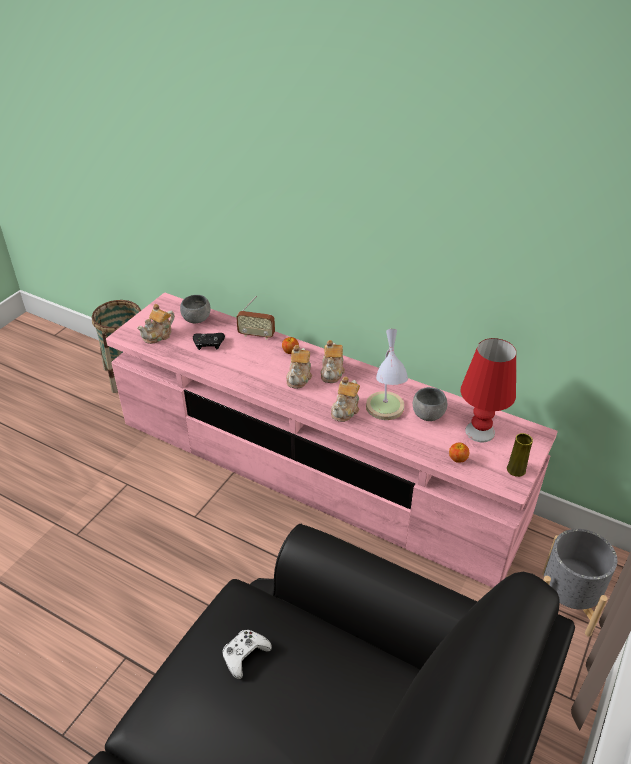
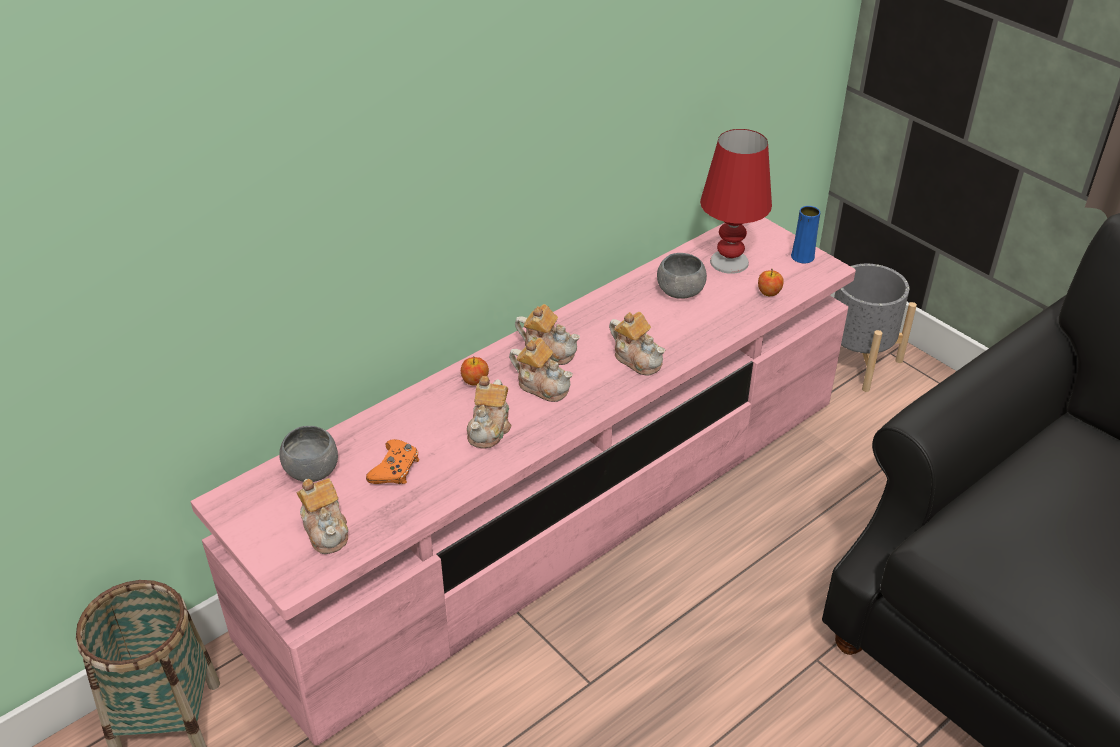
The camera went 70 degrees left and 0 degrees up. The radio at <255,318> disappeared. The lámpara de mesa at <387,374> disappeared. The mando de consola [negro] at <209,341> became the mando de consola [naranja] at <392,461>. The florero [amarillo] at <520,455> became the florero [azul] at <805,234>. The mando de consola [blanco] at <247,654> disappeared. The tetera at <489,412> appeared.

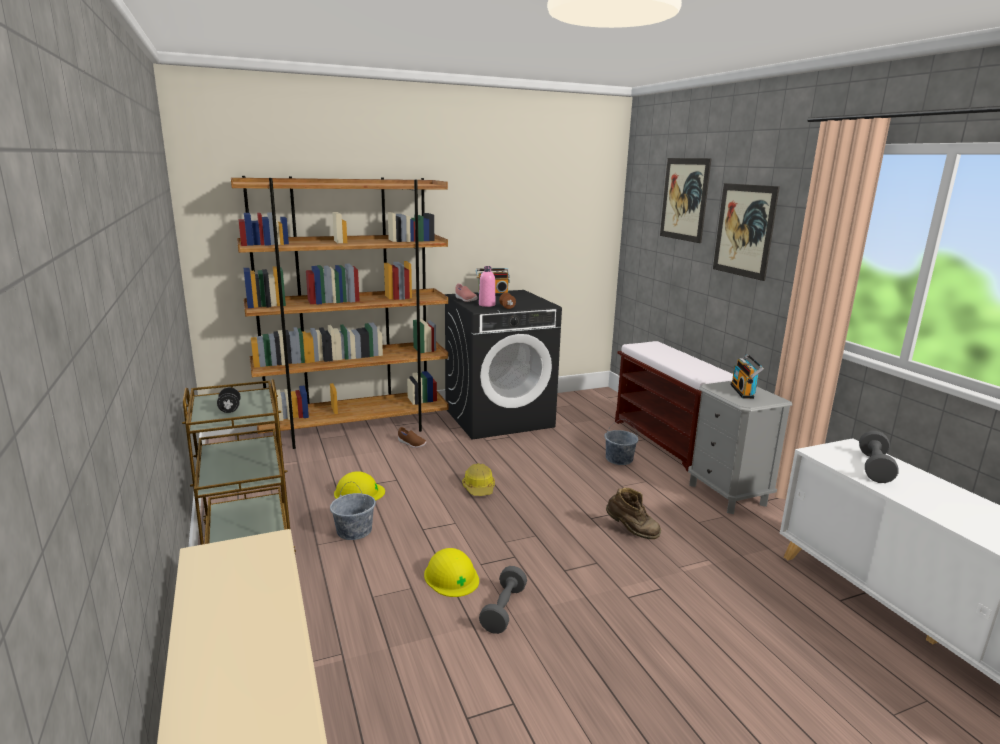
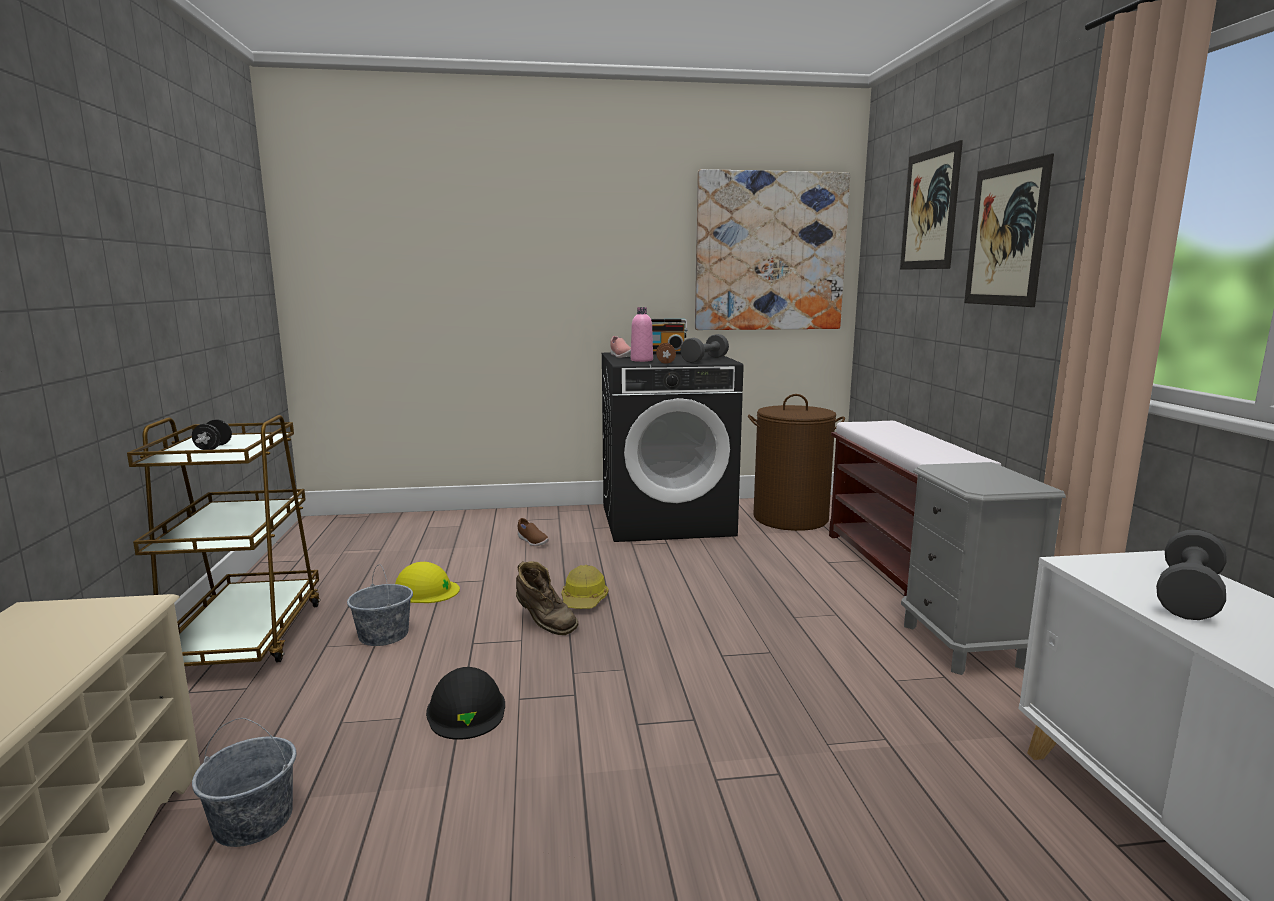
The camera went 15 degrees right and 5 degrees down. The estantería [marrón] at <339,312> disappeared. The radio at <747,376> disappeared. The cubo [gris] moved from <621,442> to <244,782>. The bota [marrón] moved from <633,513> to <547,598>. The casco [amarillo] at <451,572> became the casco [negro] at <465,703>. The mancuerna [gris] moved from <503,600> to <704,348>. The cuadro at <772,249> appeared. The cesto de la ropa [marrón] at <796,462> appeared.

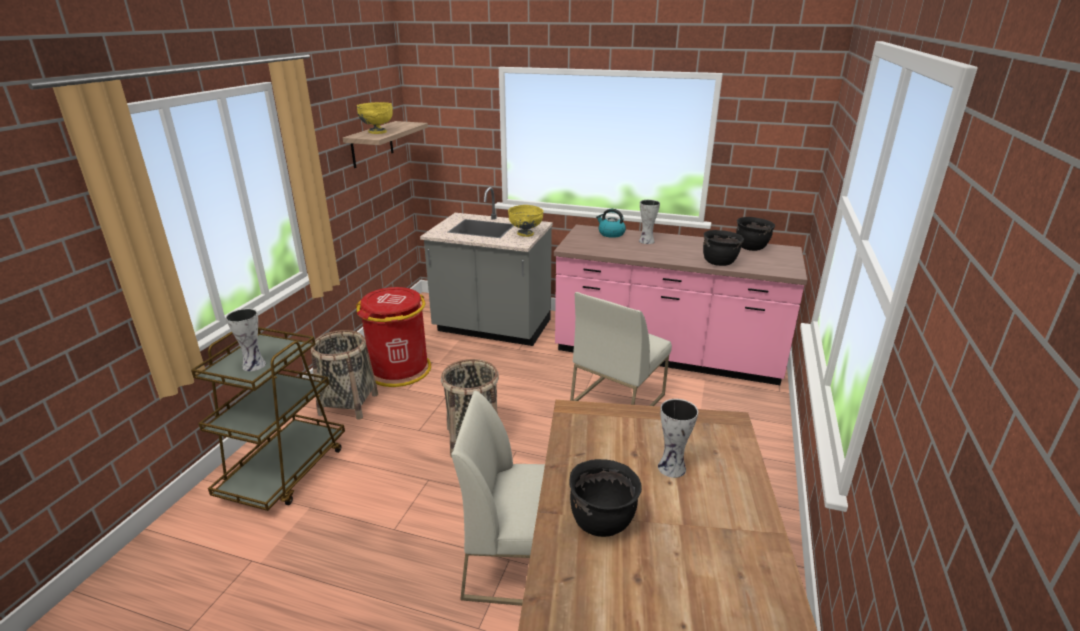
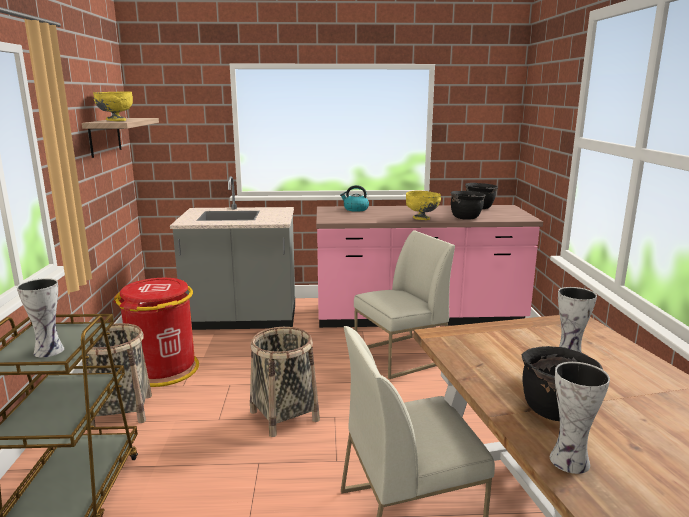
The camera went 20 degrees left and 10 degrees down. The florero moved from <649,222> to <580,418>. The cuenco [amarillo] moved from <525,221> to <423,205>. The silla [blanco] at <621,349> turned 135 degrees counterclockwise.

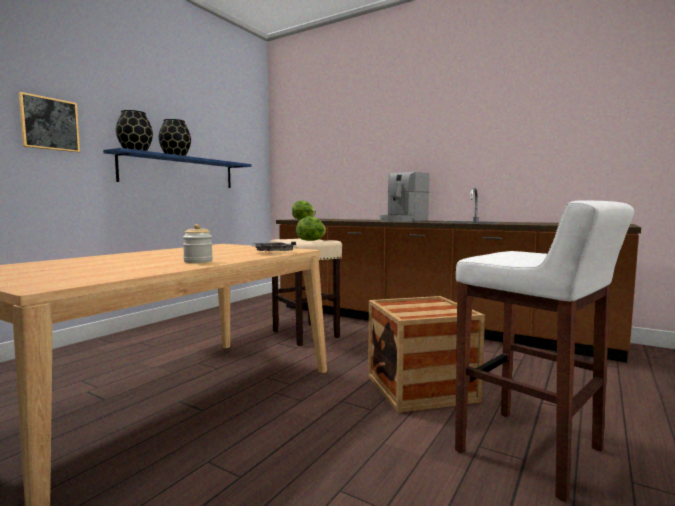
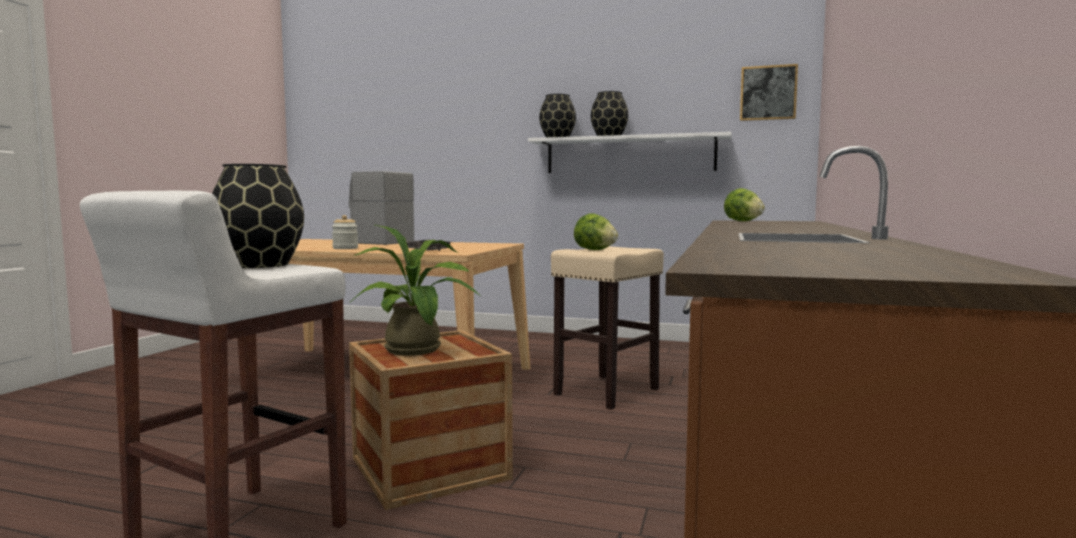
The camera went 75 degrees right and 0 degrees up. The cuadro moved from <49,122> to <769,92>. The estante [azul] at <177,168> became the estante [blanco] at <630,152>. The cafetera moved from <404,197> to <381,208>. The florero [negro] at <258,216> appeared. The planta en maceta at <414,290> appeared.

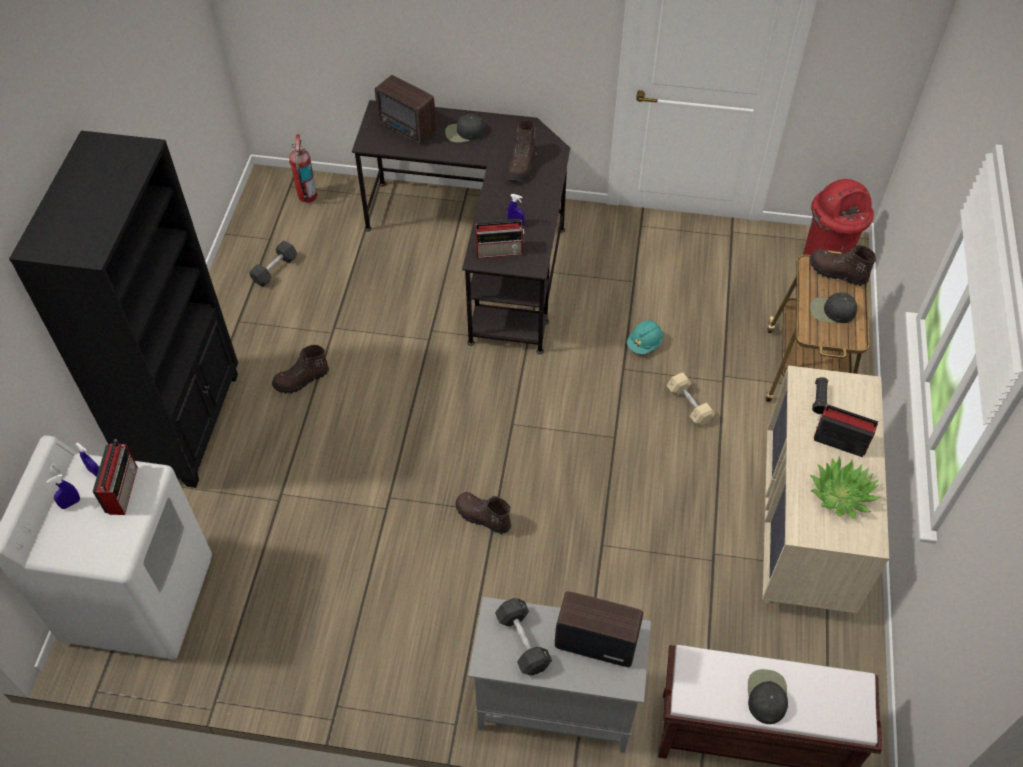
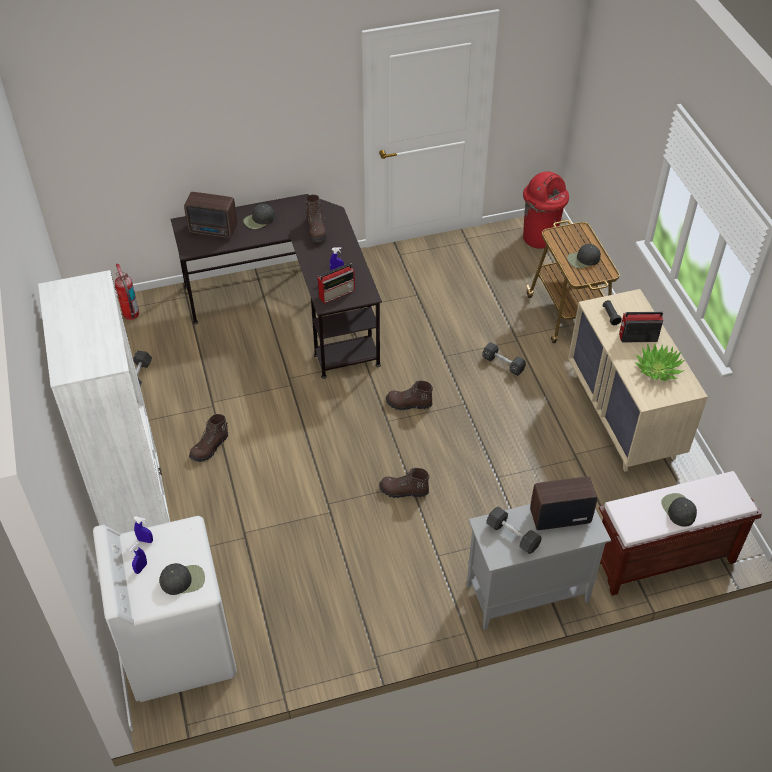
The camera went 25 degrees left and 5 degrees down. The estantería [negro] at <123,309> became the estantería [blanco] at <104,402>. The bota [marrón] moved from <843,265> to <409,395>. The casco [turquesa] at <645,337> disappeared. The mancuerna [beis] at <690,399> became the mancuerna [negro] at <504,359>. The radio at <115,477> disappeared. The gorra [negro] at <182,579> appeared.

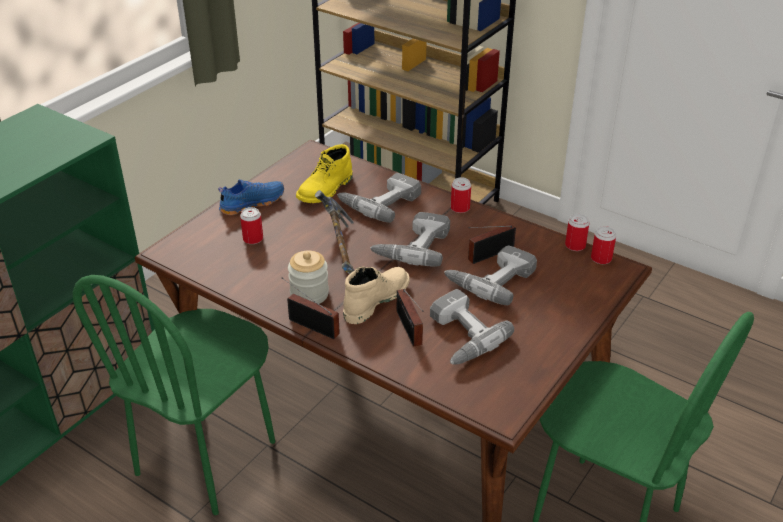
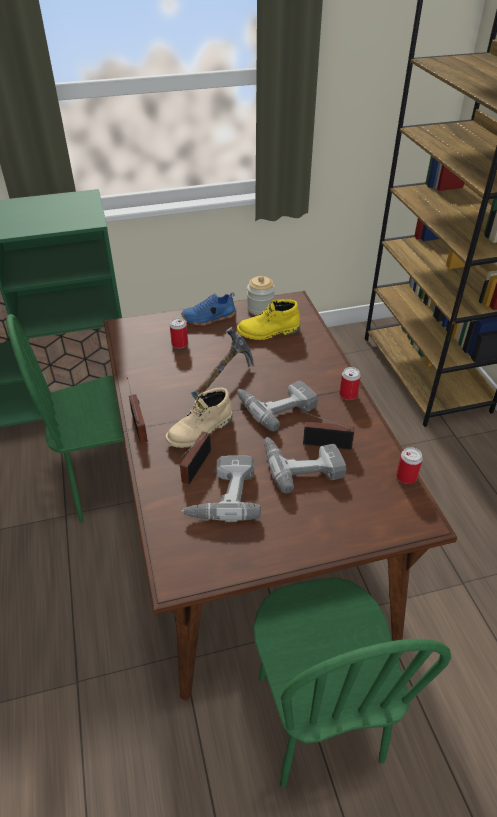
The camera went 40 degrees right and 5 degrees up. The taladro at <379,198> disappeared. The zapato [azul] at <251,197> turned 150 degrees clockwise. The lata at <603,245> disappeared. The tarro moved from <308,277> to <261,296>. The bota [beis] at <376,295> turned 150 degrees clockwise.

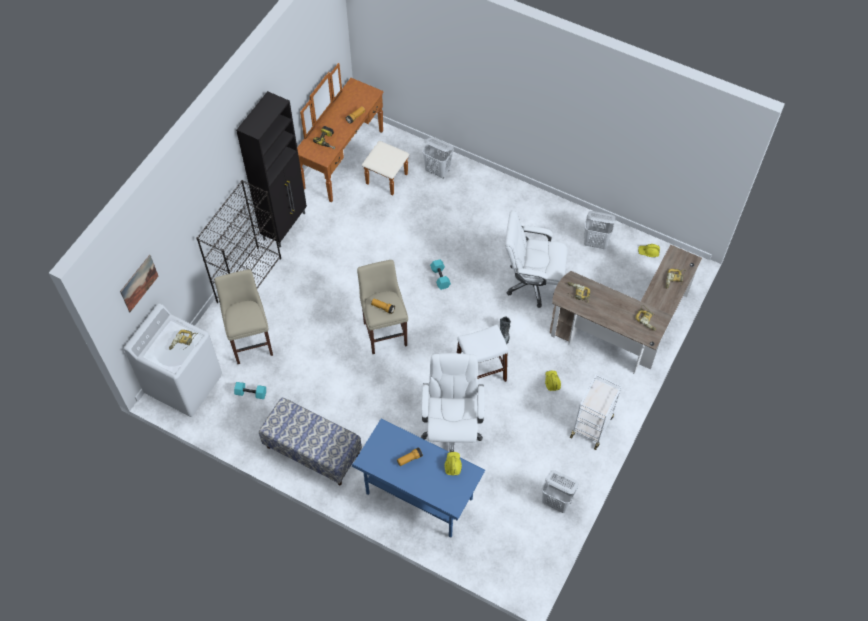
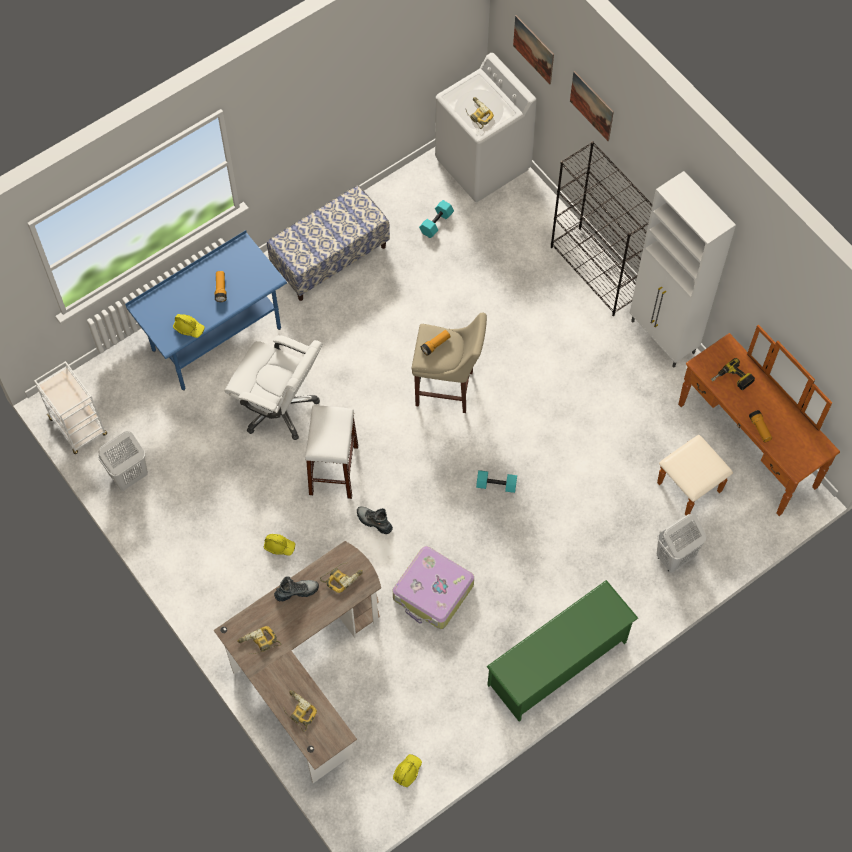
The camera went 115 degrees right and 5 degrees up. The armario [negro] at <271,169> became the armario [blanco] at <683,269>. The silla de oficina [blanco] at <536,259> was replaced by the maleta at <433,587>. The cesto de la ropa [blanco] at <599,230> disappeared. The taburete [beis] at <244,316> disappeared. The carrito [blanco] moved from <596,412> to <70,407>. The cuadro at <592,106> appeared. The bota at <296,589> appeared. The zapatero [verde] at <562,650> appeared.

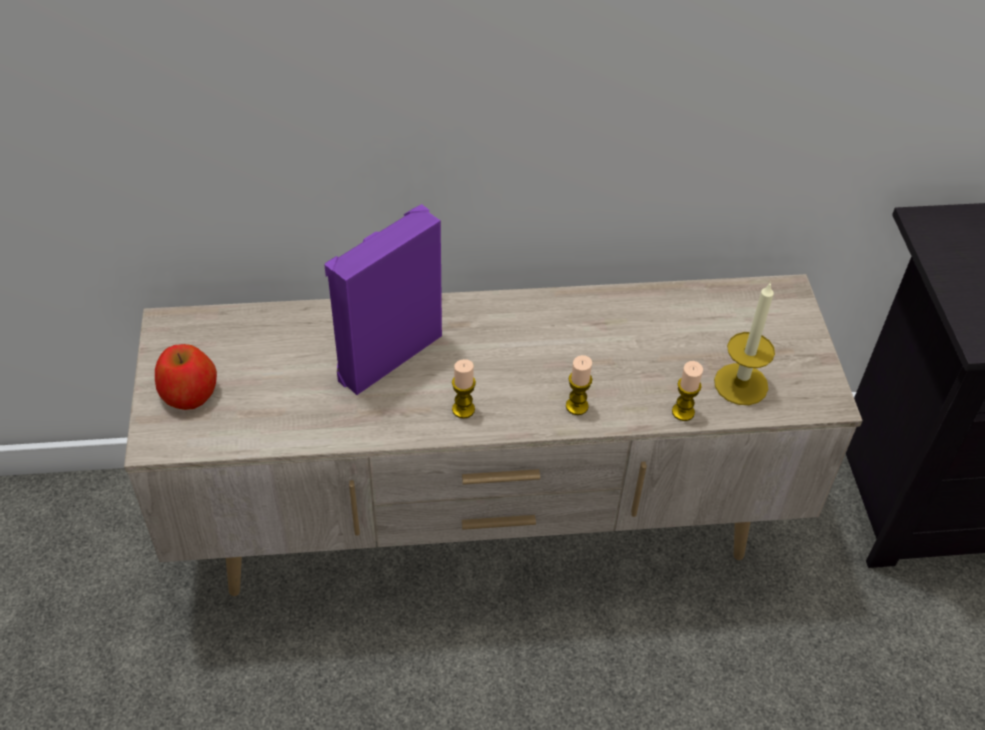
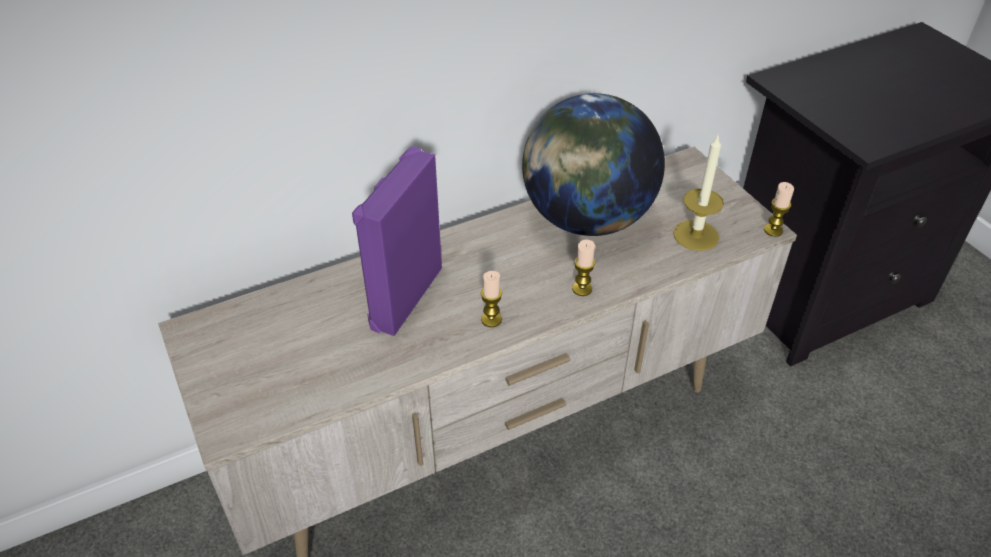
The camera went 20 degrees left and 5 degrees down. The manzana at <186,377> disappeared. The vela moved from <687,391> to <779,209>. The globo terráqueo at <593,164> appeared.

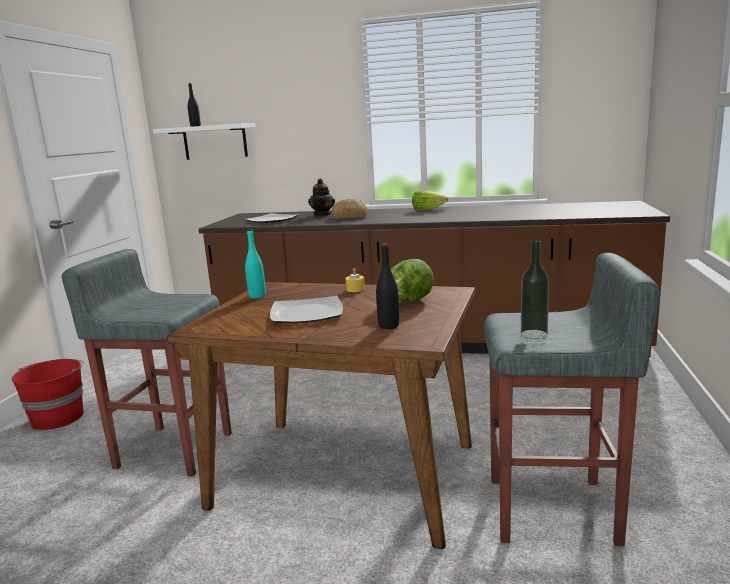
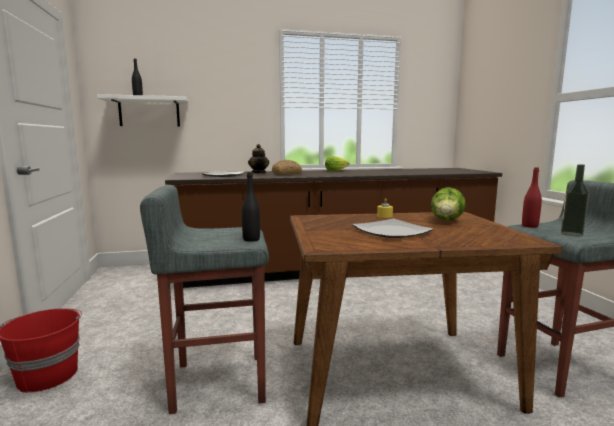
The camera went 25 degrees left and 5 degrees down. The botella [turquesa] at <255,263> disappeared. The botella [negro] moved from <387,286> to <251,207>. The botella [rojo] at <532,197> appeared.

